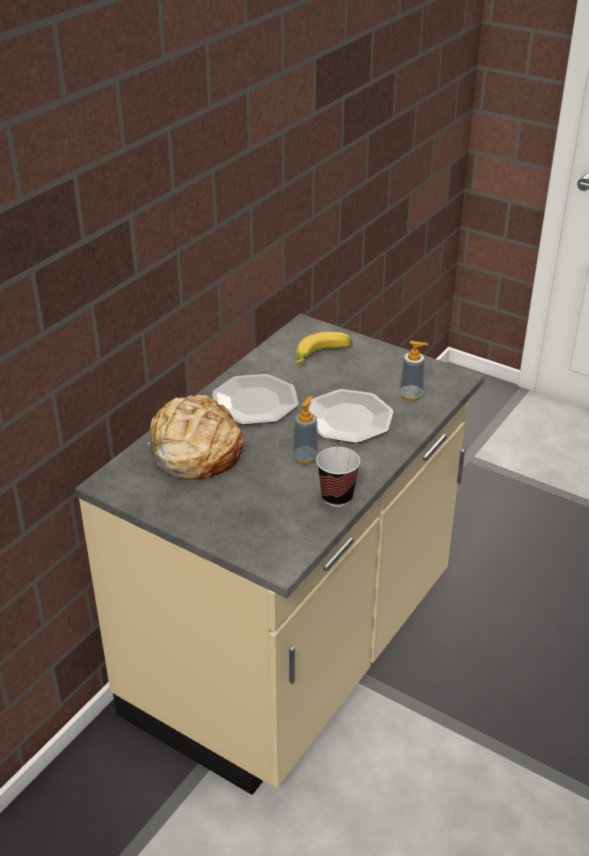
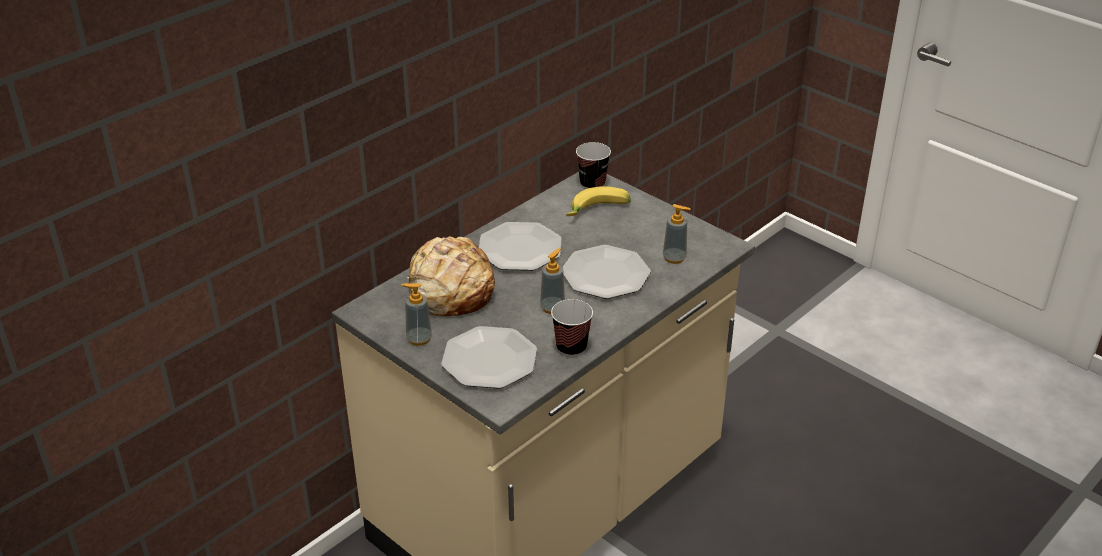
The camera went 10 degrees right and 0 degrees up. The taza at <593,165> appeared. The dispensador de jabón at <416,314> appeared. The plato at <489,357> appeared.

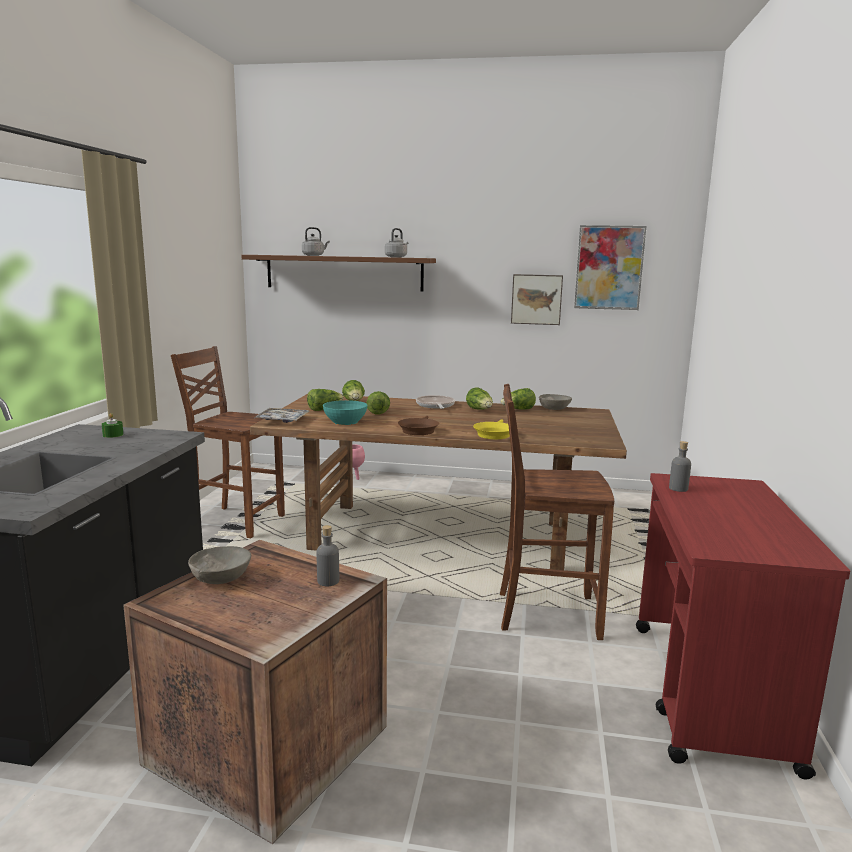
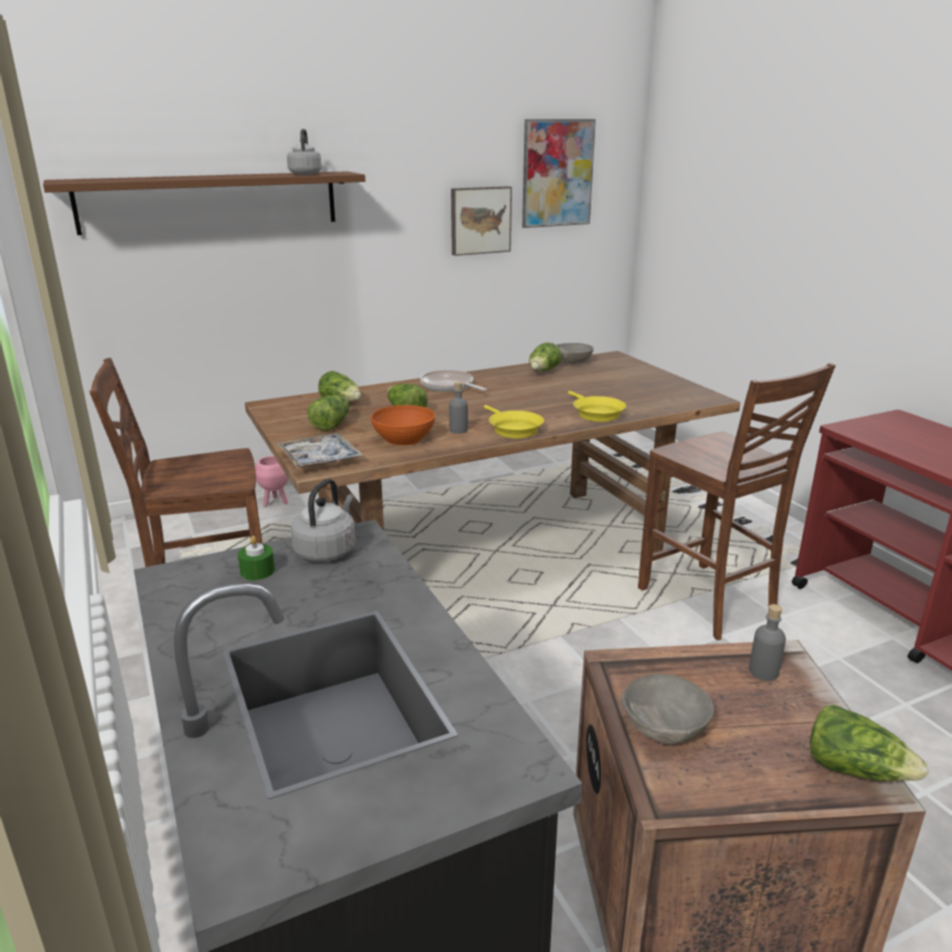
The camera went 35 degrees left and 10 degrees up. The hervidor [gris] moved from <316,241> to <323,520>. The silla [marrón] at <557,512> turned 90 degrees counterclockwise. The lechuga moved from <479,398> to <869,742>. The cuenco [turquesa] at <345,412> became the cuenco [naranja] at <402,425>. The sartén [marrón] at <418,425> became the sartén [amarillo] at <514,421>. The botella [gris] moved from <680,466> to <458,408>.

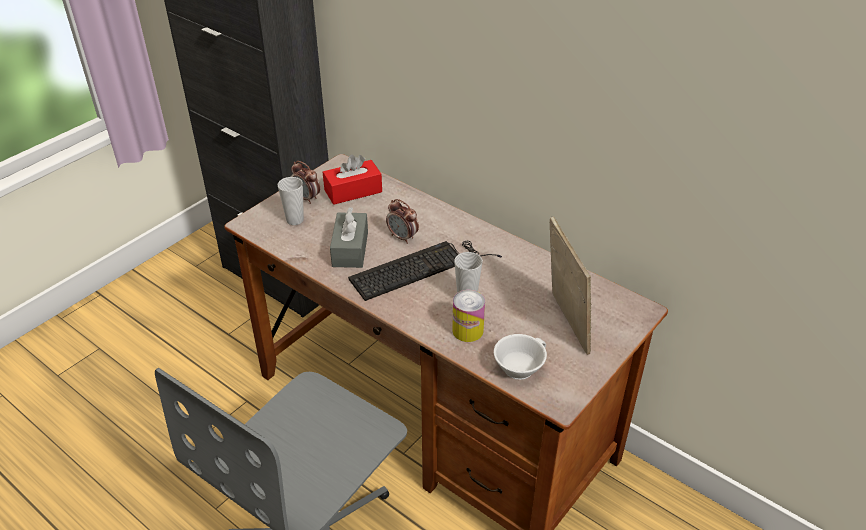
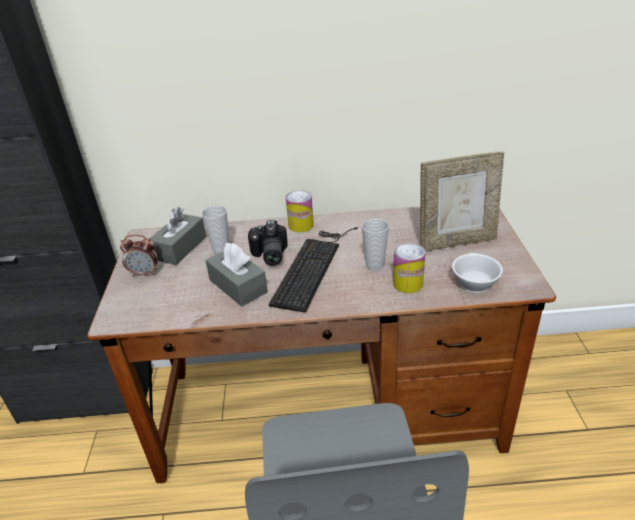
The camera went 40 degrees left and 5 degrees down. The caja de pañuelos [rojo] at <352,179> became the caja de pañuelos [gris] at <178,236>. The taza moved from <291,201> to <215,229>. The despertador at <402,221> was replaced by the cámara at <268,243>. The portarretratos at <571,285> turned 135 degrees clockwise. The lata at <300,211> appeared.

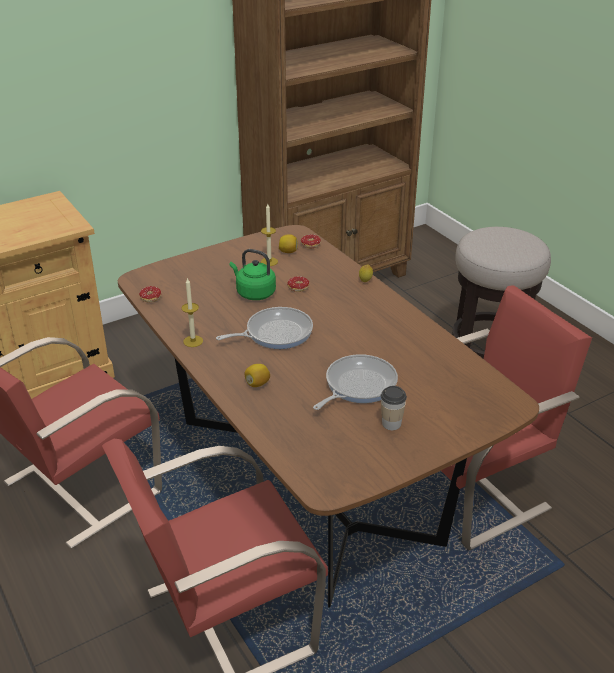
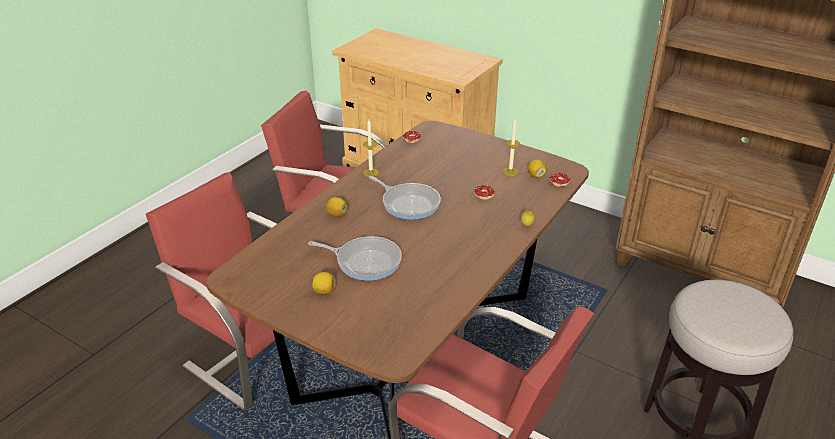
The camera went 65 degrees right and 0 degrees up. The hervidor [verde] at <253,274> disappeared. The taza at <394,408> was replaced by the limón at <323,283>.

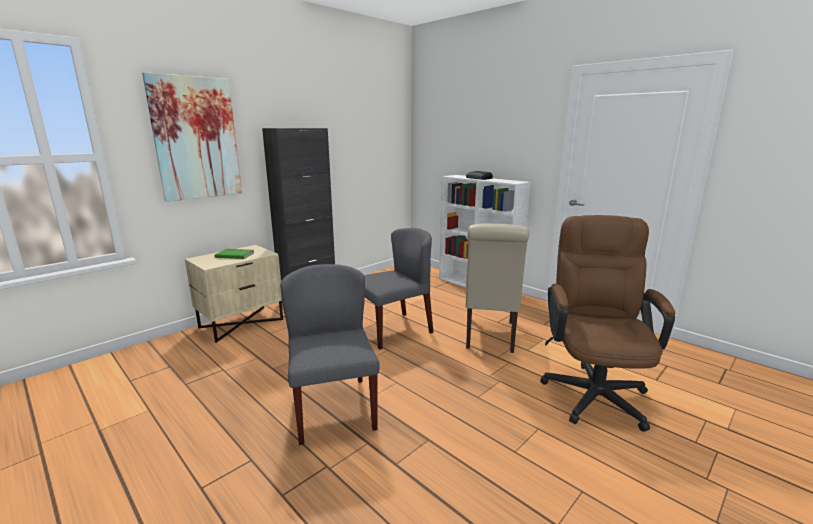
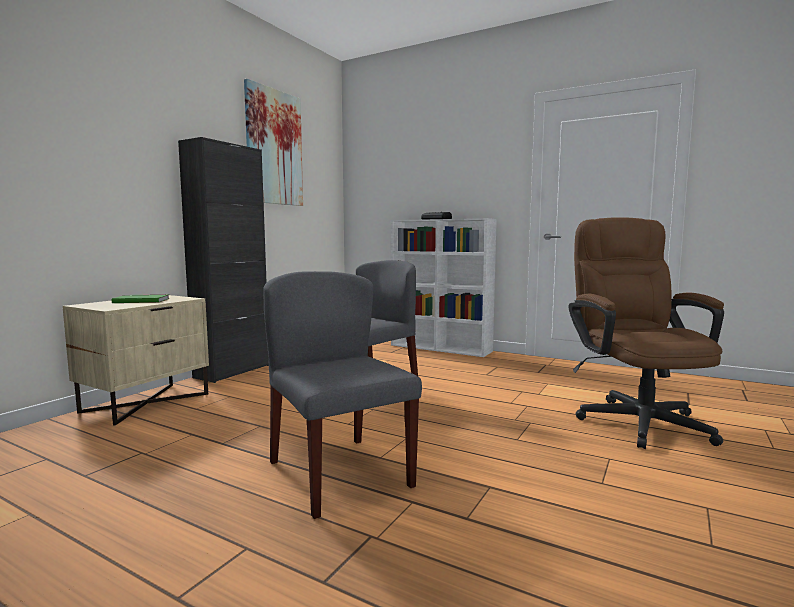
The camera went 15 degrees left and 10 degrees down. The cuadro moved from <192,137> to <273,142>. The silla [beis] at <497,288> disappeared.

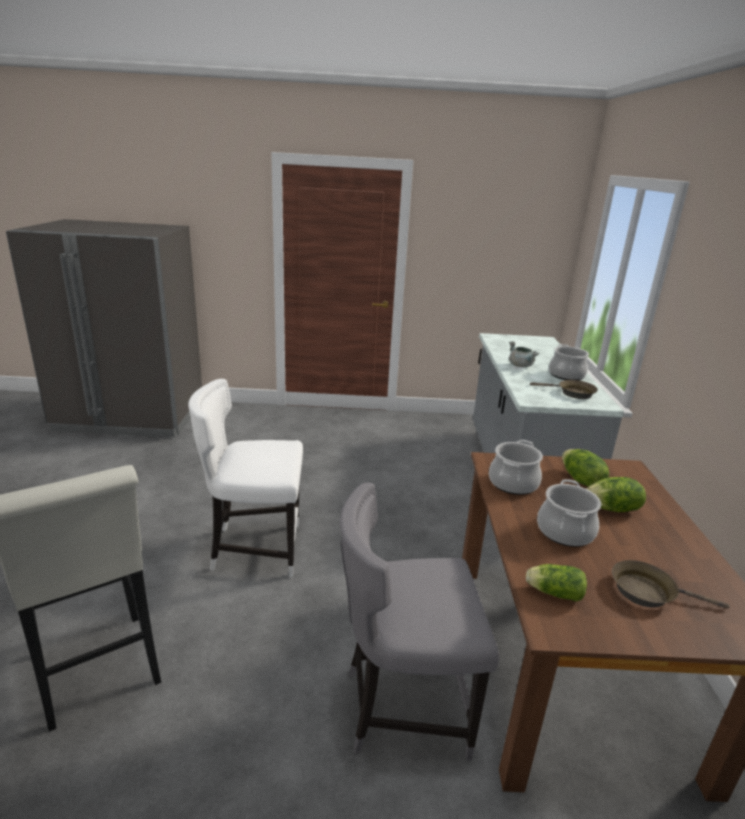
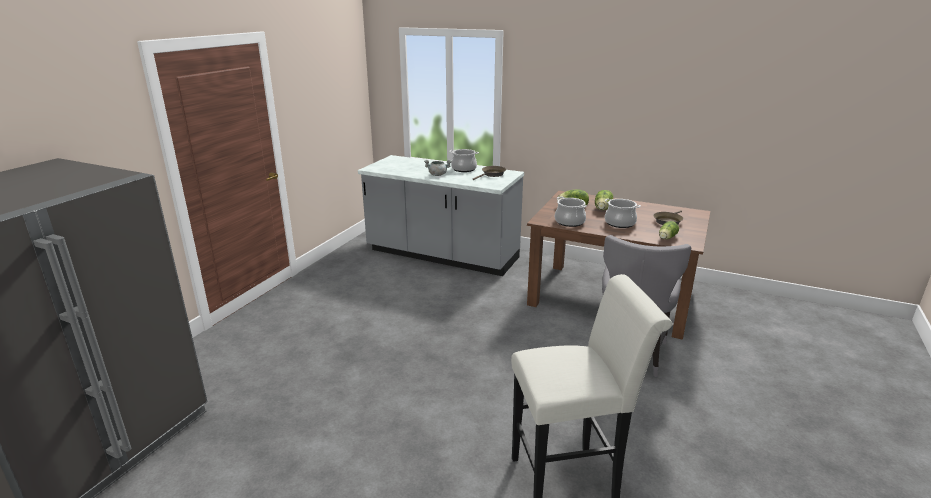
The camera went 65 degrees left and 0 degrees up. The silla [blanco] at <245,478> disappeared.

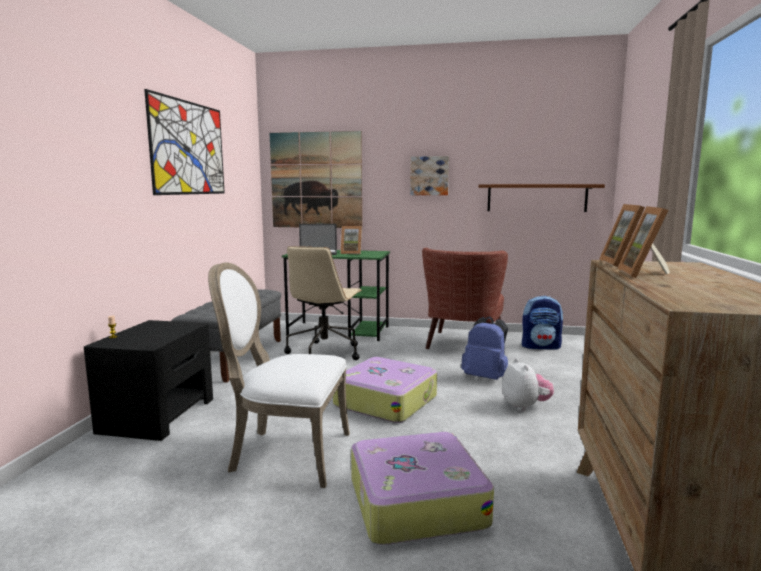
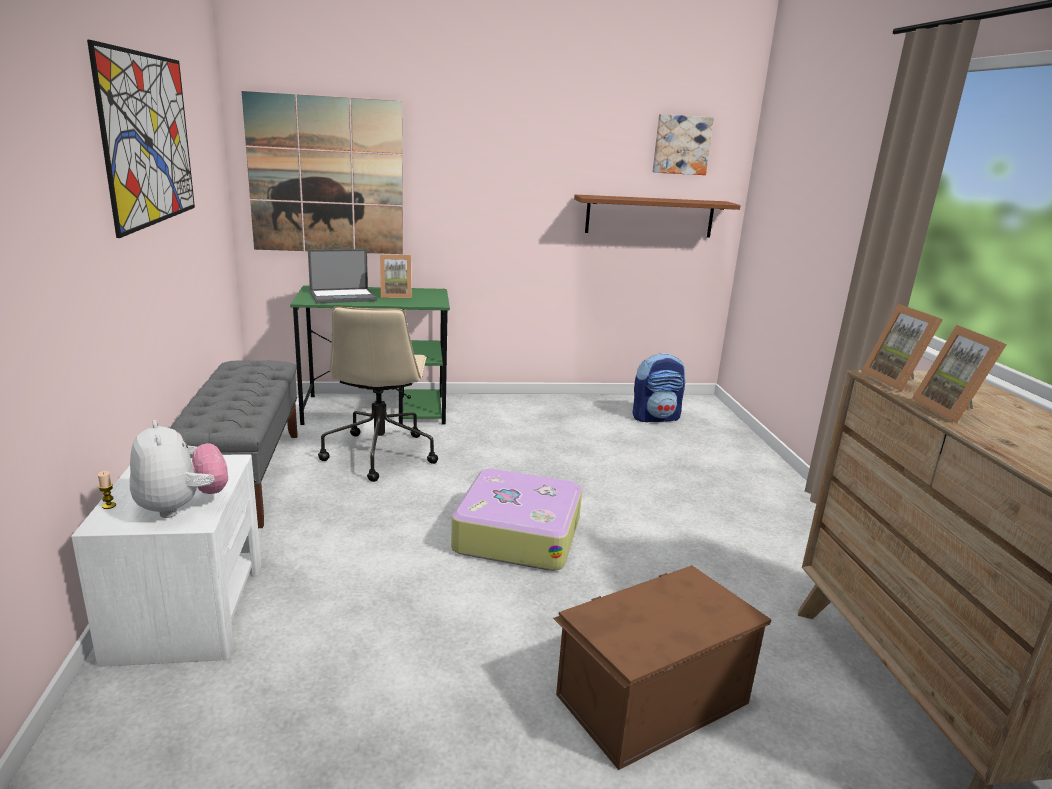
The camera went 20 degrees left and 10 degrees up. The cuadro moved from <429,175> to <683,144>. The sillón [marrón] at <465,298> disappeared. The silla [blanco] at <279,375> disappeared. The mochila [azul] at <484,348> disappeared. The mesita de noche [negro] at <148,380> became the mesita de noche [blanco] at <166,560>. The peluche moved from <528,384> to <179,469>. The maleta at <422,488> was replaced by the caja de almacenaje [marrón] at <662,668>.

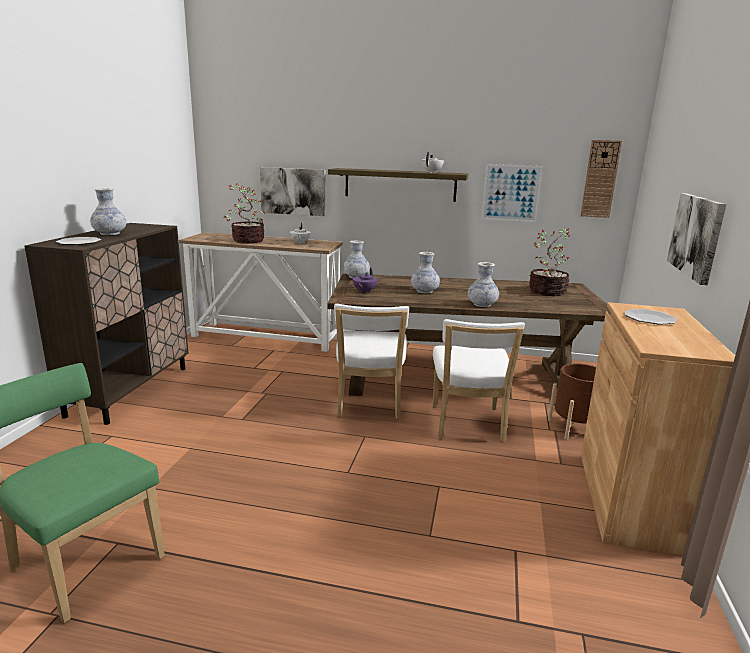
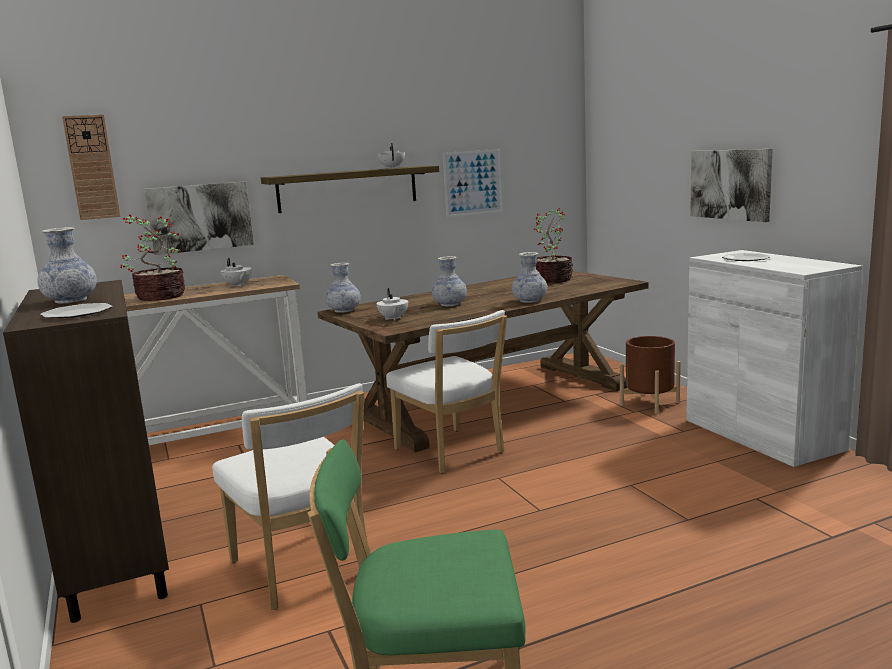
The camera went 35 degrees left and 5 degrees down. The reloj de pared moved from <601,179> to <91,167>. The tetera [morado] at <365,280> became the tetera [blanco] at <392,304>. The armario [marrón] at <658,429> became the armario [blanco] at <774,358>. The silla [blanco] moved from <479,380> to <289,496>.

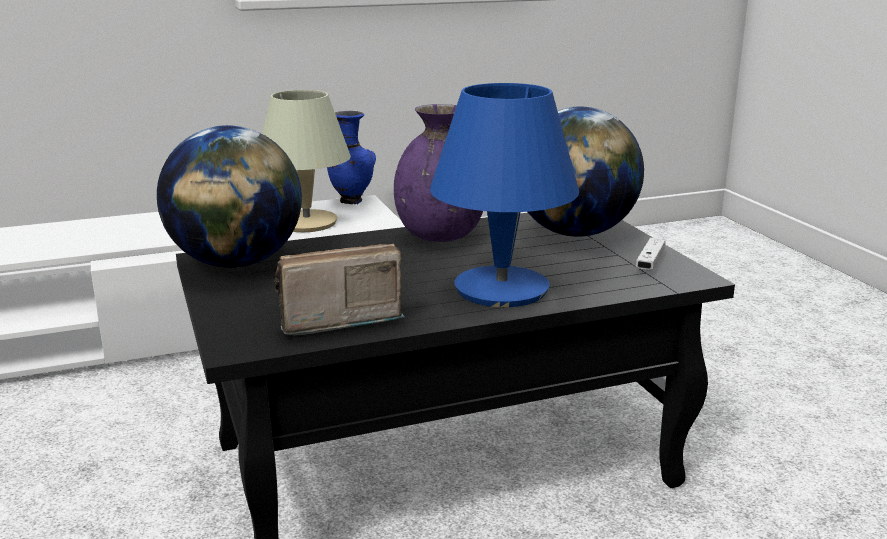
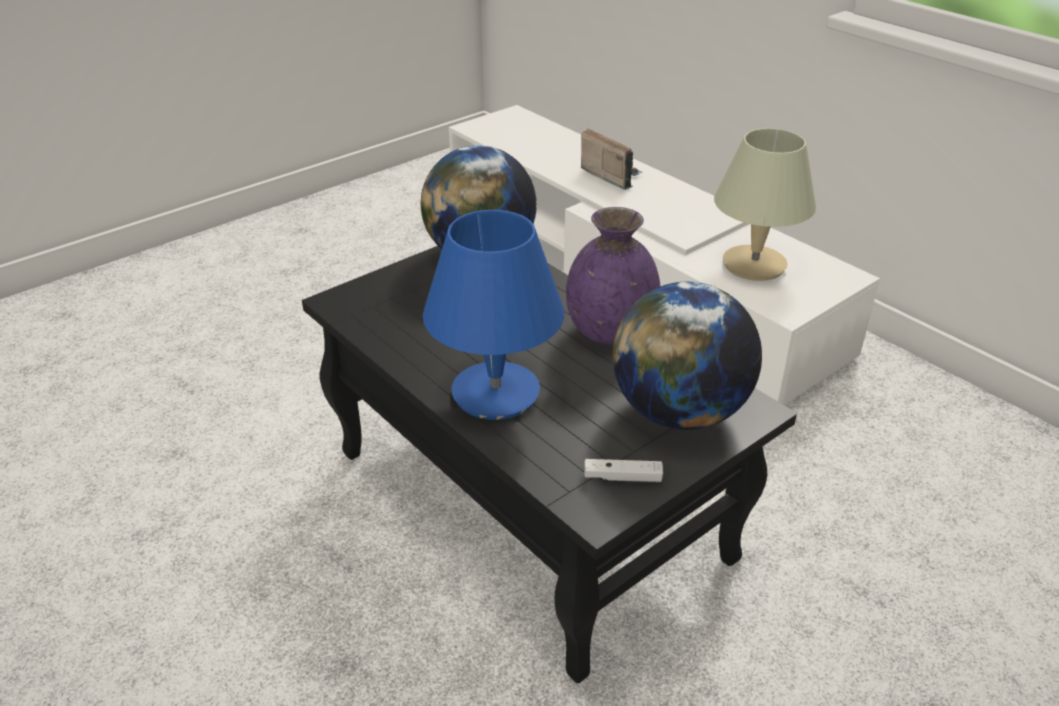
The camera went 70 degrees right and 15 degrees up. The florero [azul] at <351,157> disappeared. The radio moved from <339,289> to <611,159>.

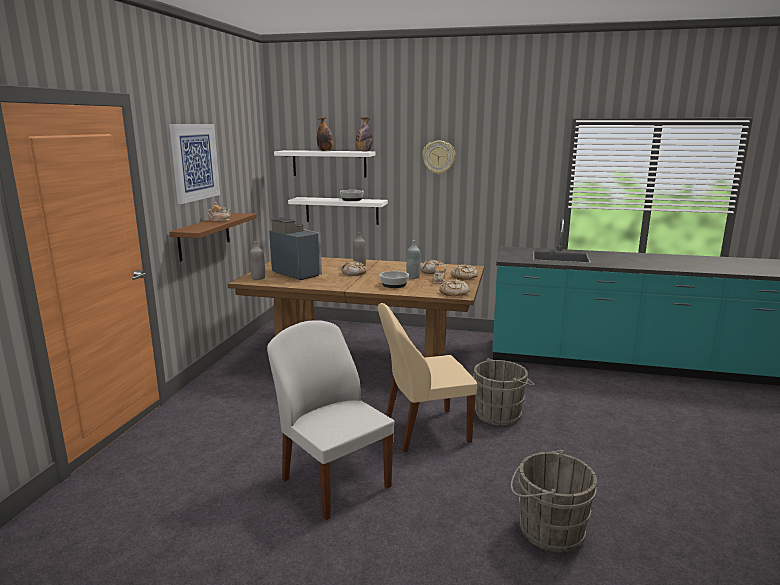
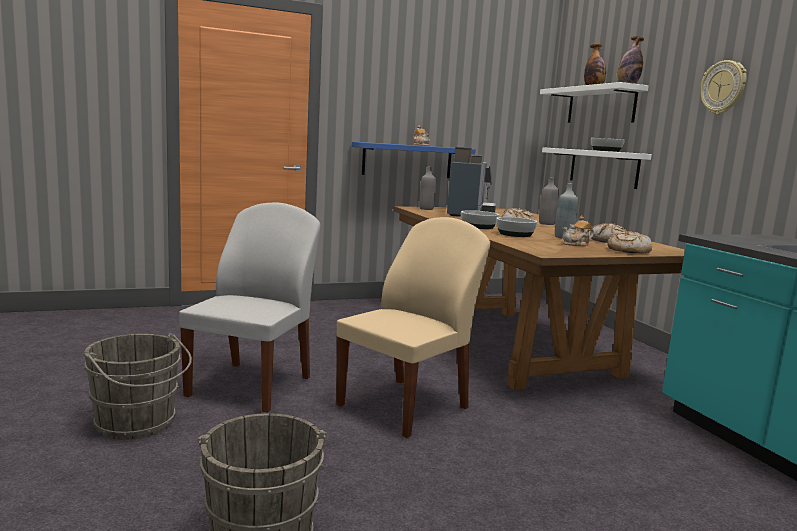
The camera went 55 degrees right and 5 degrees down. The cuadro at <194,164> disappeared. The estante [marrón] at <213,237> became the estante [azul] at <414,160>. The pan at <454,287> disappeared. The silla [beis] at <427,377> turned 90 degrees clockwise. The cubo [gris] moved from <504,392> to <138,386>. The cuenco at <480,219> appeared.

